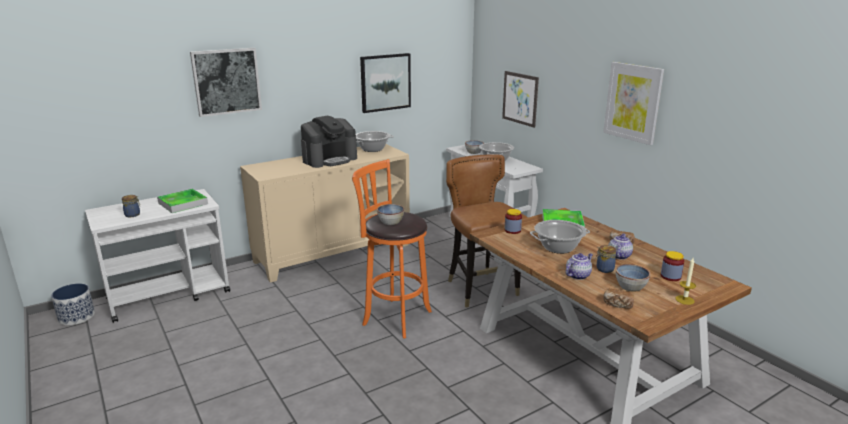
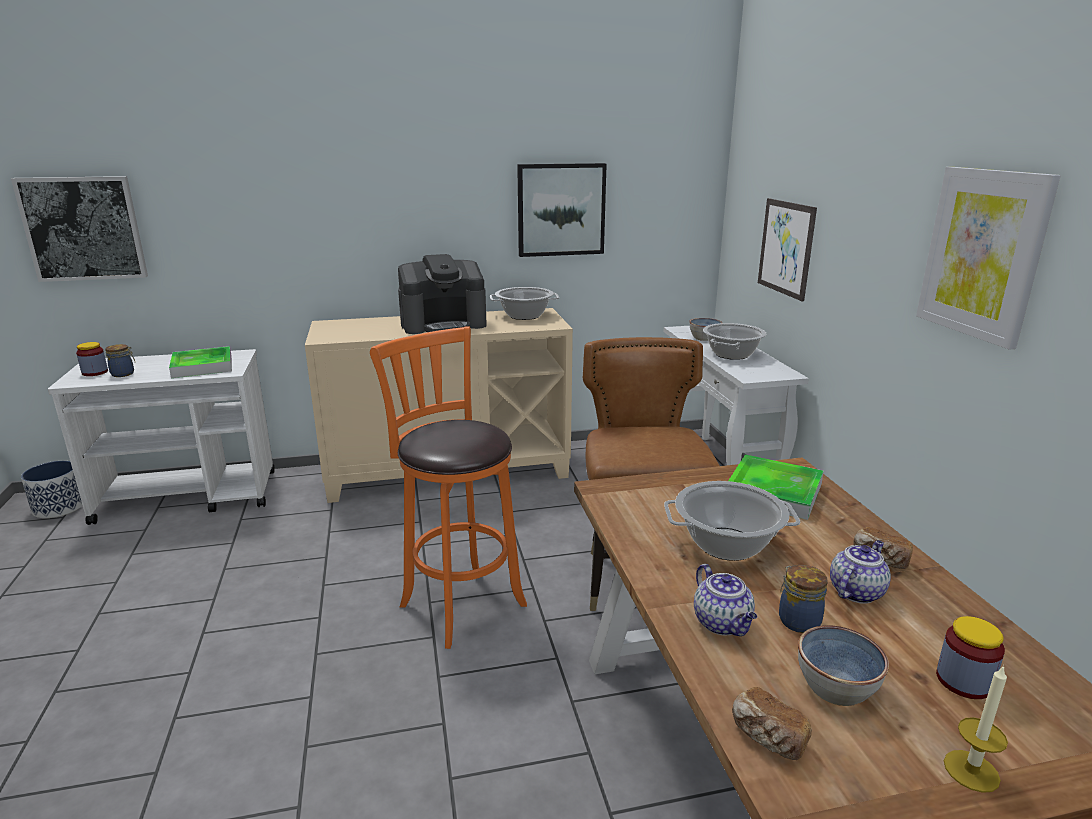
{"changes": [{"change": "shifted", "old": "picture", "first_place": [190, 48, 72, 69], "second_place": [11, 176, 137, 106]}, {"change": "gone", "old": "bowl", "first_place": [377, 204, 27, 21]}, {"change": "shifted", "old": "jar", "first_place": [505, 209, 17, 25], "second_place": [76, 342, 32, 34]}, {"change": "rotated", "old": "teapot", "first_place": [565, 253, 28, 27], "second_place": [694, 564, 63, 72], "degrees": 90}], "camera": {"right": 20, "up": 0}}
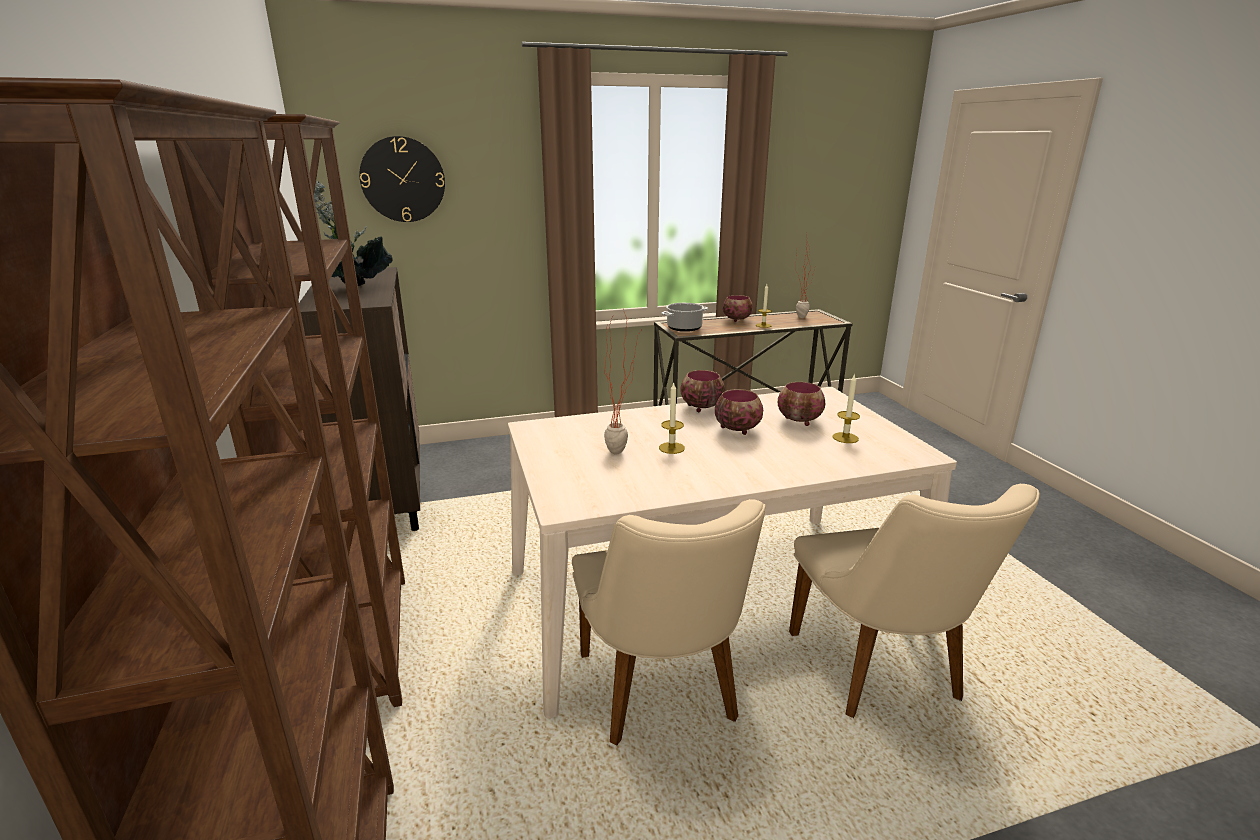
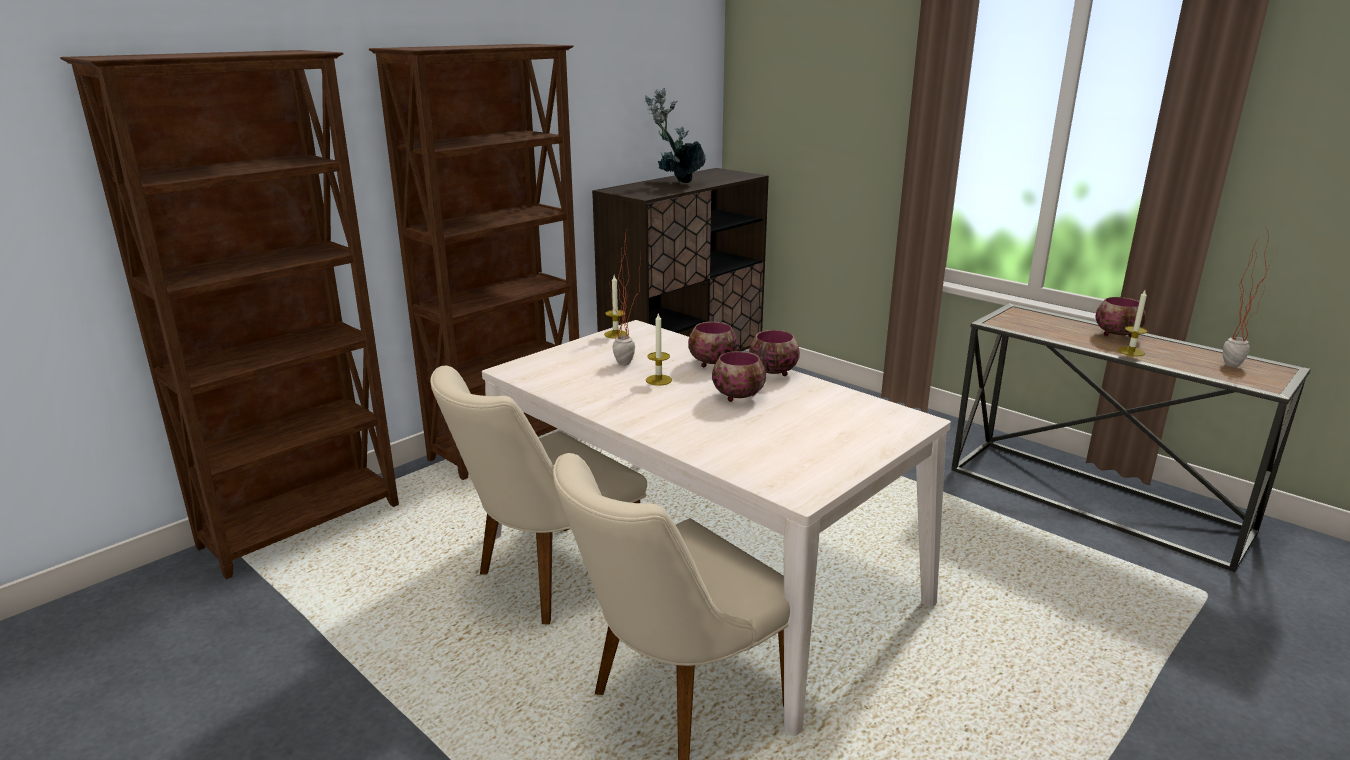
{"changes": [{"change": "gone", "old": "wall clock", "first_place": [360, 136, 85, 86]}, {"change": "gone", "old": "cooking pot", "first_place": [661, 303, 47, 29]}, {"change": "shifted", "old": "bowl", "first_place": [778, 382, 48, 44], "second_place": [688, 322, 50, 45]}, {"change": "shifted", "old": "candle", "first_place": [833, 373, 27, 70], "second_place": [604, 275, 22, 64]}], "camera": {"right": 60, "up": 0}}
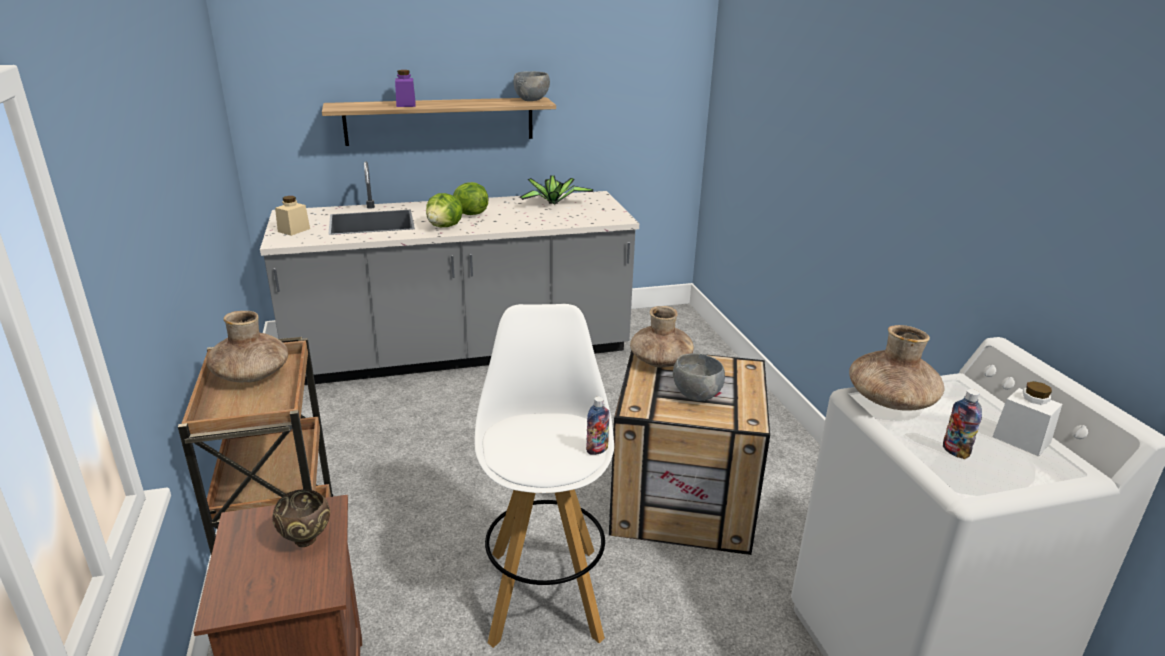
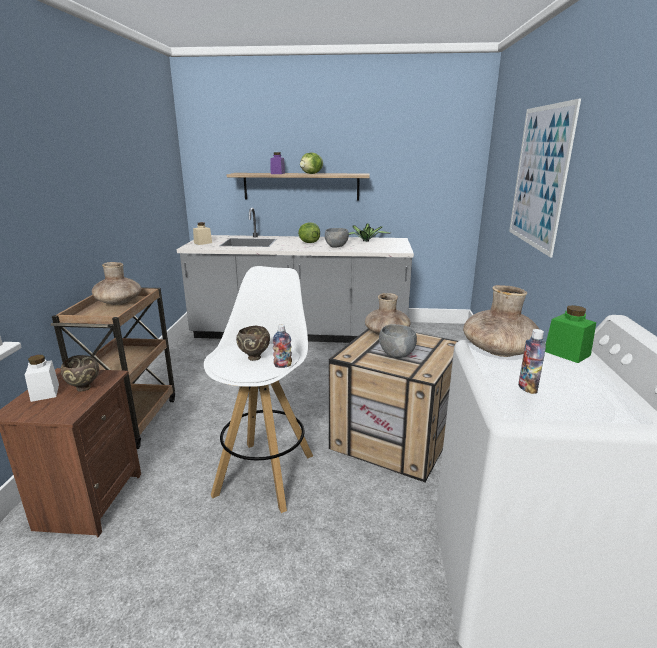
{"changes": [{"change": "shifted", "old": "lettuce", "first_place": [426, 193, 37, 34], "second_place": [300, 152, 23, 22]}, {"change": "shifted", "old": "grey bowl", "first_place": [513, 71, 37, 30], "second_place": [325, 228, 24, 20]}, {"change": "shifted", "old": "white jar", "first_place": [993, 381, 69, 75], "second_place": [25, 355, 34, 47]}, {"change": "new", "new": "brown bowl", "second_place": [236, 326, 34, 35]}, {"change": "new", "new": "picture", "second_place": [509, 99, 72, 158]}, {"change": "new", "new": "green jar", "second_place": [545, 305, 51, 58]}], "camera": {"right": 20, "up": -5}}
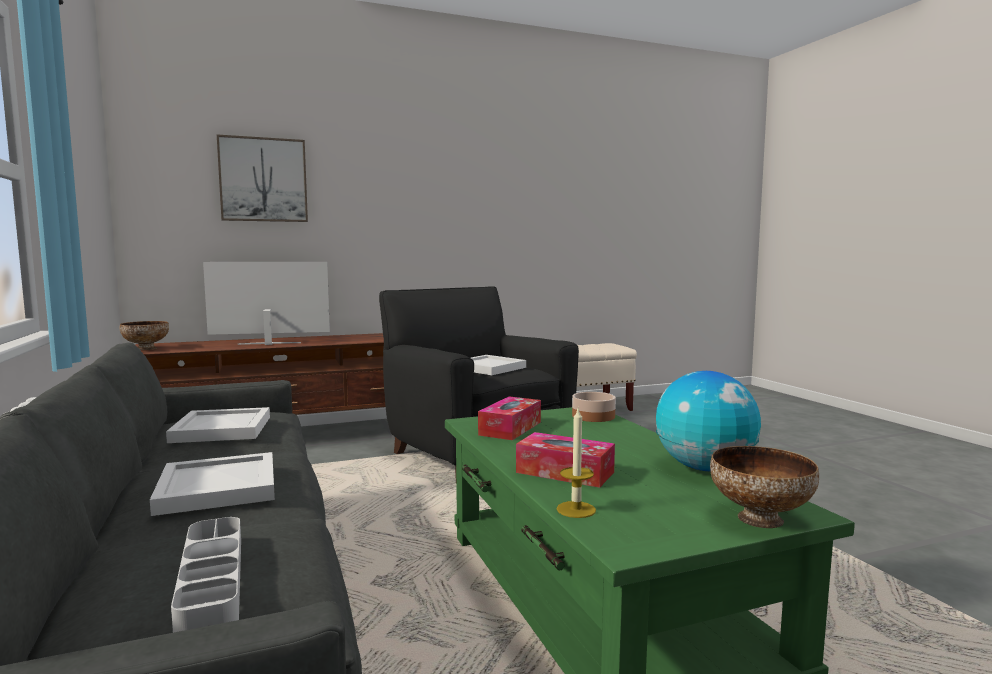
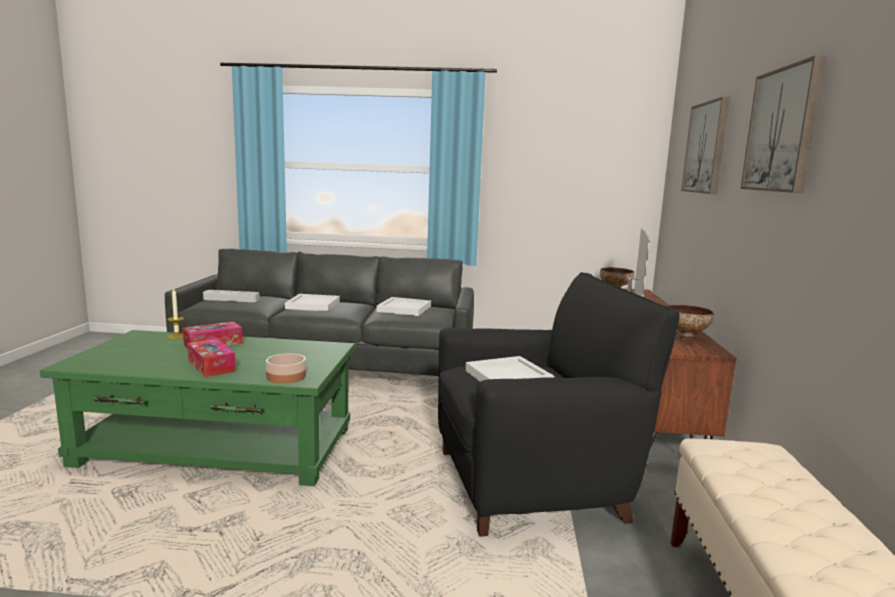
{"changes": [{"change": "shifted", "old": "tissue box", "first_place": [478, 396, 63, 44], "second_place": [187, 339, 49, 38]}, {"change": "gone", "old": "globe", "first_place": [656, 371, 105, 100]}, {"change": "shifted", "old": "bowl", "first_place": [710, 446, 109, 82], "second_place": [667, 305, 47, 34]}, {"change": "new", "new": "picture", "second_place": [740, 55, 86, 138]}], "camera": {"right": 115, "up": 5}}
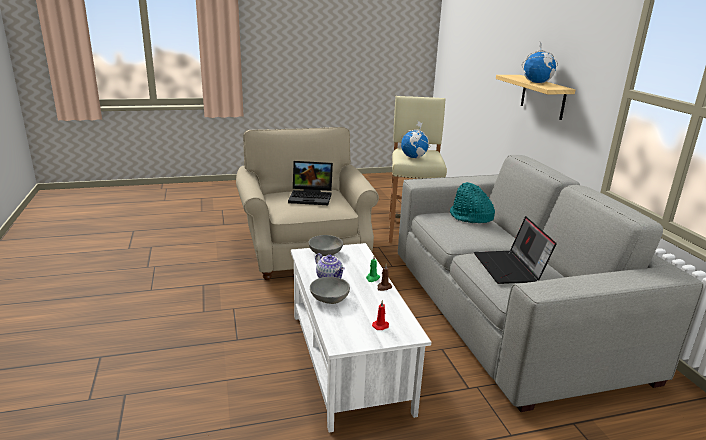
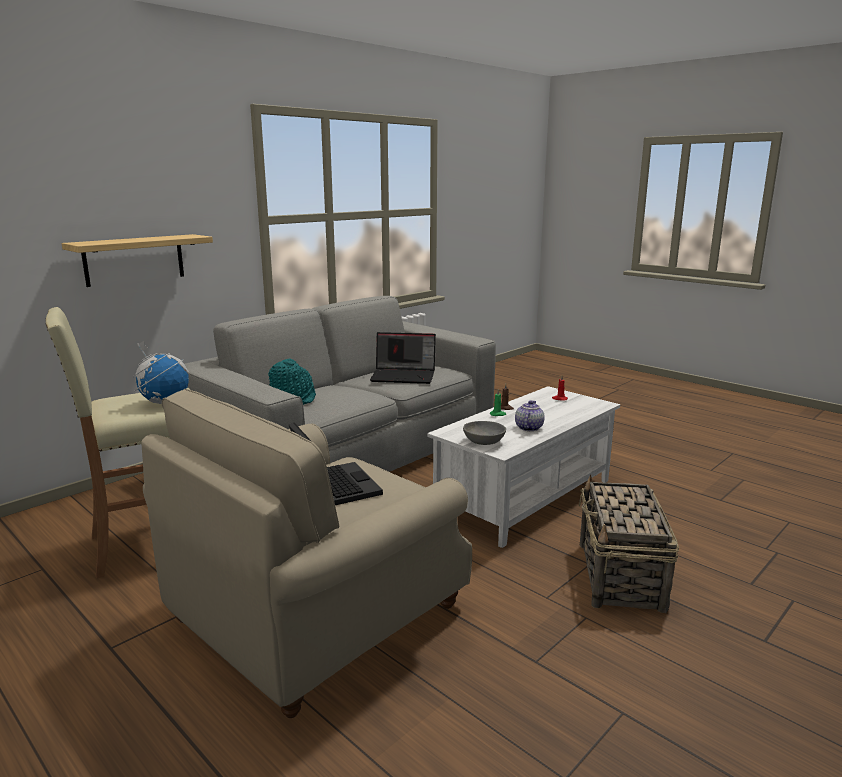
{"changes": [{"change": "gone", "old": "grey bowl", "first_place": [310, 276, 40, 28]}, {"change": "rotated", "old": "laptop", "first_place": [474, 216, 83, 68], "second_place": [370, 332, 66, 52], "degrees": 45}, {"change": "gone", "old": "globe", "first_place": [522, 42, 36, 41]}, {"change": "new", "new": "basket", "second_place": [579, 475, 100, 138]}], "camera": {"right": -120, "up": -5}}
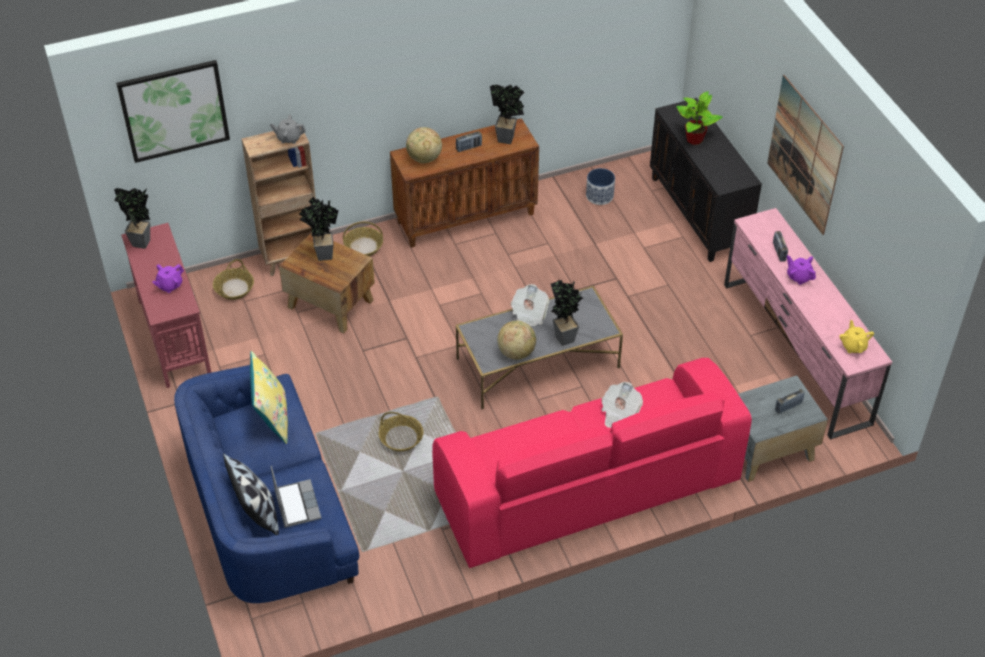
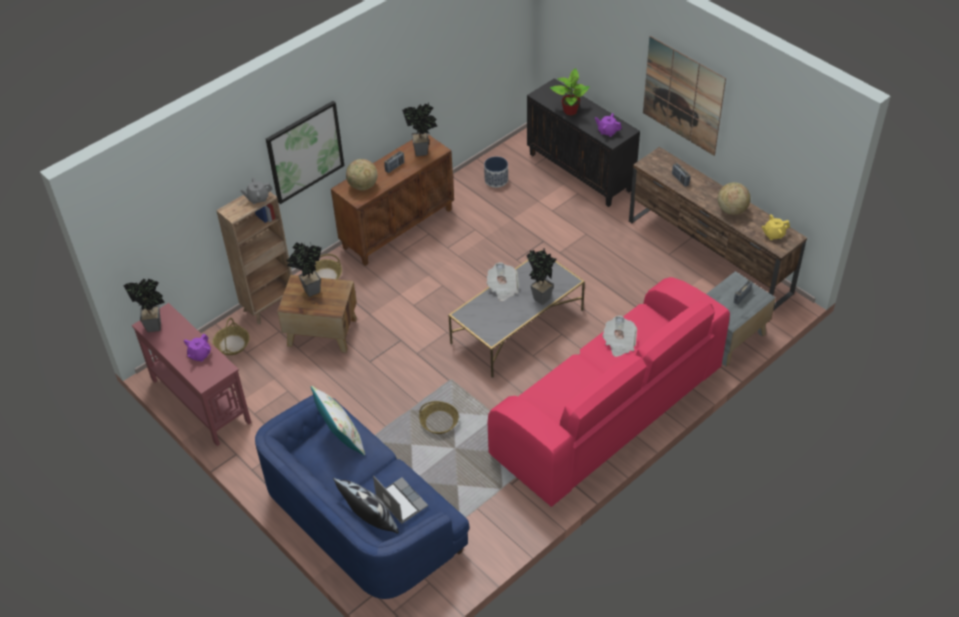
{"changes": [{"change": "shifted", "old": "picture", "first_place": [116, 60, 114, 103], "second_place": [266, 101, 78, 103]}, {"change": "repainted", "old": "yellow pillow", "new": "white pillow", "first_place": [250, 351, 38, 93], "second_place": [311, 386, 54, 70]}, {"change": "shifted", "old": "globe", "first_place": [497, 321, 39, 39], "second_place": [718, 182, 33, 33]}, {"change": "repainted", "old": "pink tv stand", "new": "brown tv stand", "first_place": [724, 208, 168, 232], "second_place": [629, 147, 178, 164]}, {"change": "shifted", "old": "purple teapot", "first_place": [787, 255, 29, 30], "second_place": [595, 113, 27, 24]}, {"change": "rotated", "old": "yellow teapot", "first_place": [839, 320, 35, 33], "second_place": [761, 214, 29, 26], "degrees": -75}], "camera": {"right": -20, "up": 0}}
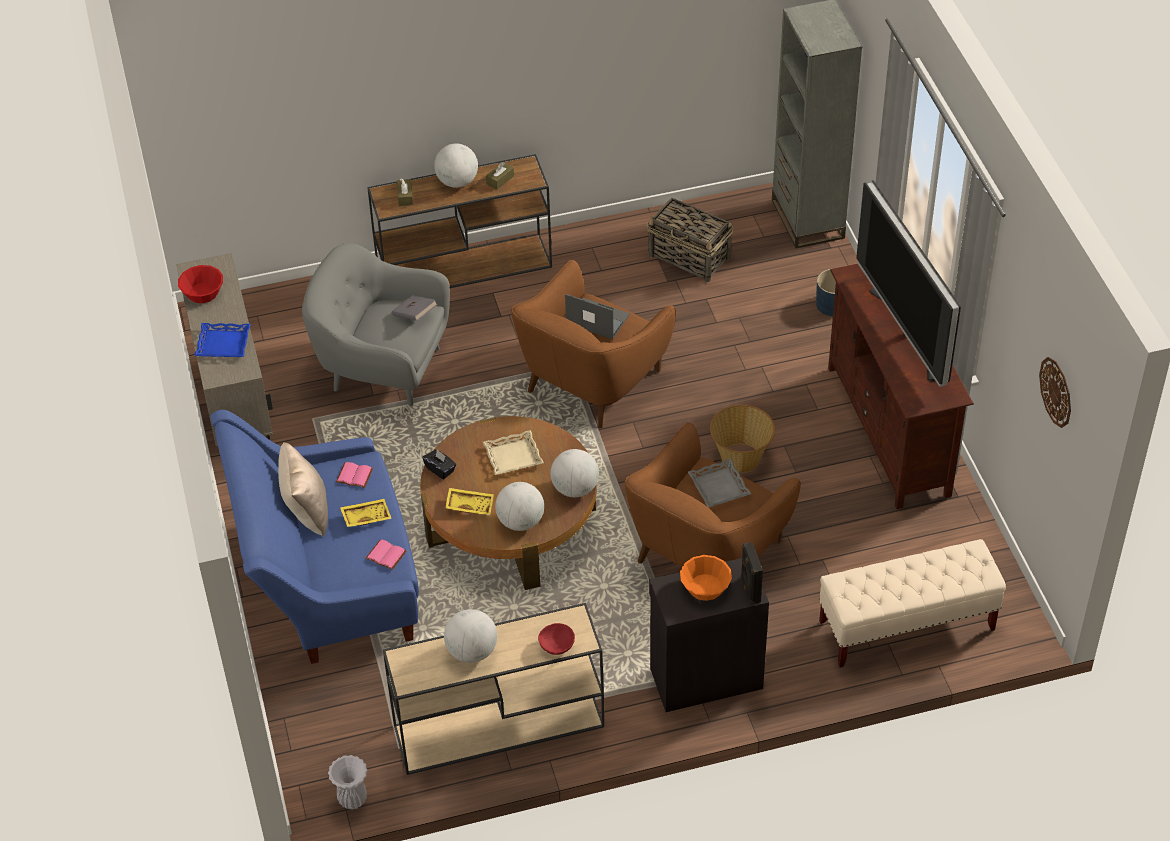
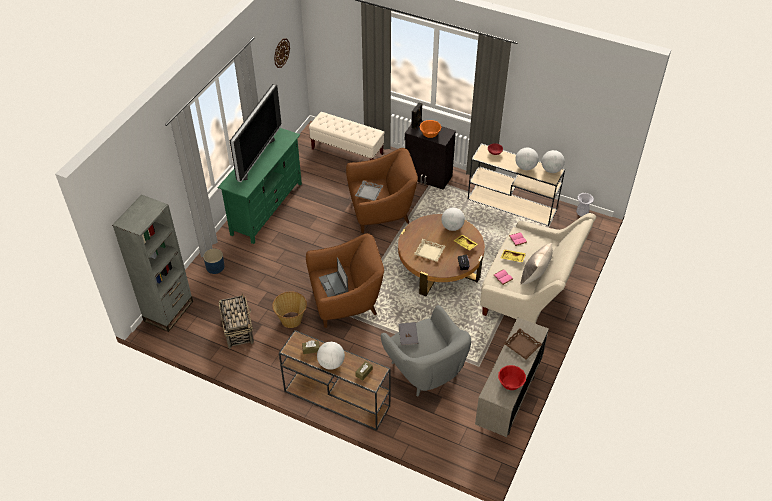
{"changes": [{"change": "repainted", "old": "blue tray", "new": "brown tray", "first_place": [194, 323, 57, 34], "second_place": [503, 328, 39, 32]}, {"change": "repainted", "old": "blue sofa", "new": "beige sofa", "first_place": [210, 410, 209, 254], "second_place": [480, 213, 116, 111]}, {"change": "shifted", "old": "globe", "first_place": [551, 449, 48, 48], "second_place": [542, 150, 23, 23]}, {"change": "shifted", "old": "basket", "first_place": [710, 405, 65, 68], "second_place": [272, 291, 35, 37]}, {"change": "repainted", "old": "brown tv stand", "new": "green tv stand", "first_place": [828, 264, 146, 245], "second_place": [217, 128, 85, 116]}], "camera": {"right": -140, "up": 0}}
